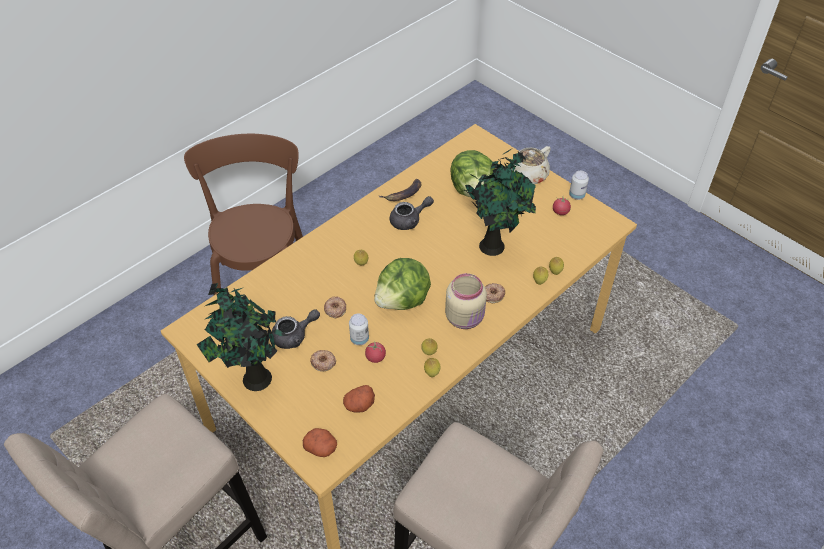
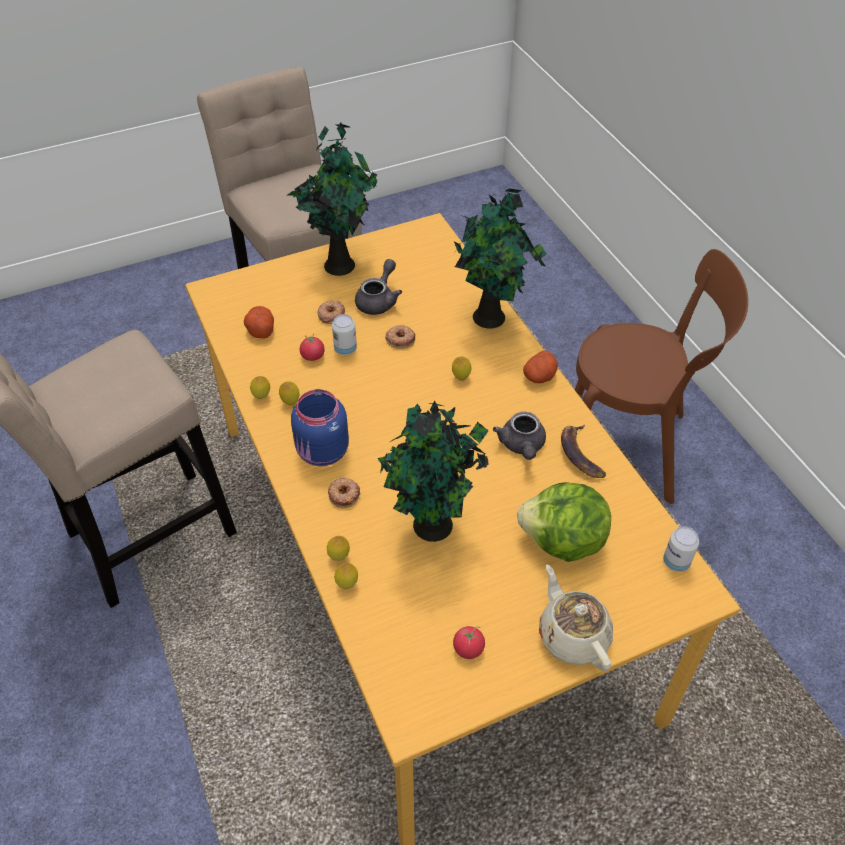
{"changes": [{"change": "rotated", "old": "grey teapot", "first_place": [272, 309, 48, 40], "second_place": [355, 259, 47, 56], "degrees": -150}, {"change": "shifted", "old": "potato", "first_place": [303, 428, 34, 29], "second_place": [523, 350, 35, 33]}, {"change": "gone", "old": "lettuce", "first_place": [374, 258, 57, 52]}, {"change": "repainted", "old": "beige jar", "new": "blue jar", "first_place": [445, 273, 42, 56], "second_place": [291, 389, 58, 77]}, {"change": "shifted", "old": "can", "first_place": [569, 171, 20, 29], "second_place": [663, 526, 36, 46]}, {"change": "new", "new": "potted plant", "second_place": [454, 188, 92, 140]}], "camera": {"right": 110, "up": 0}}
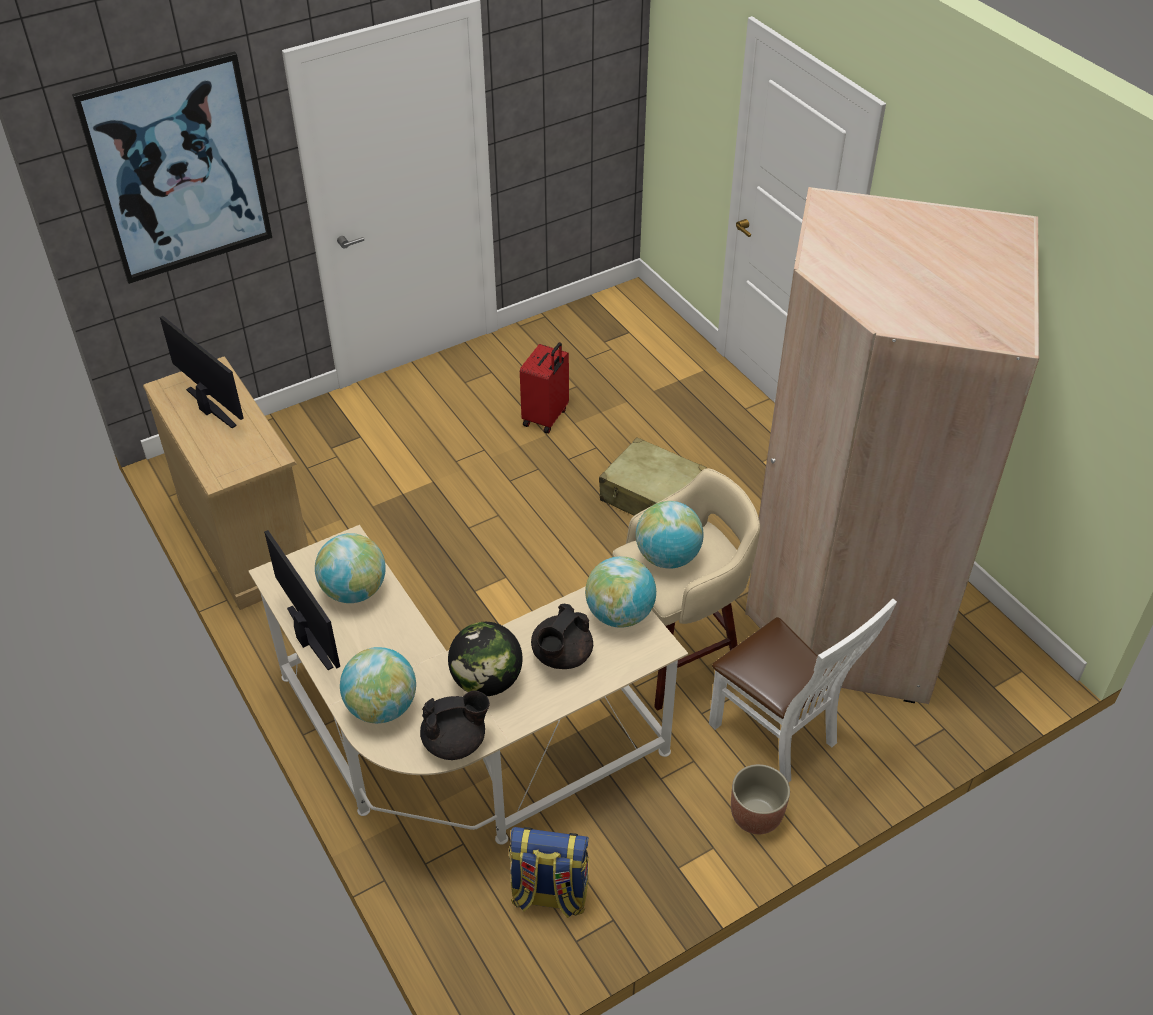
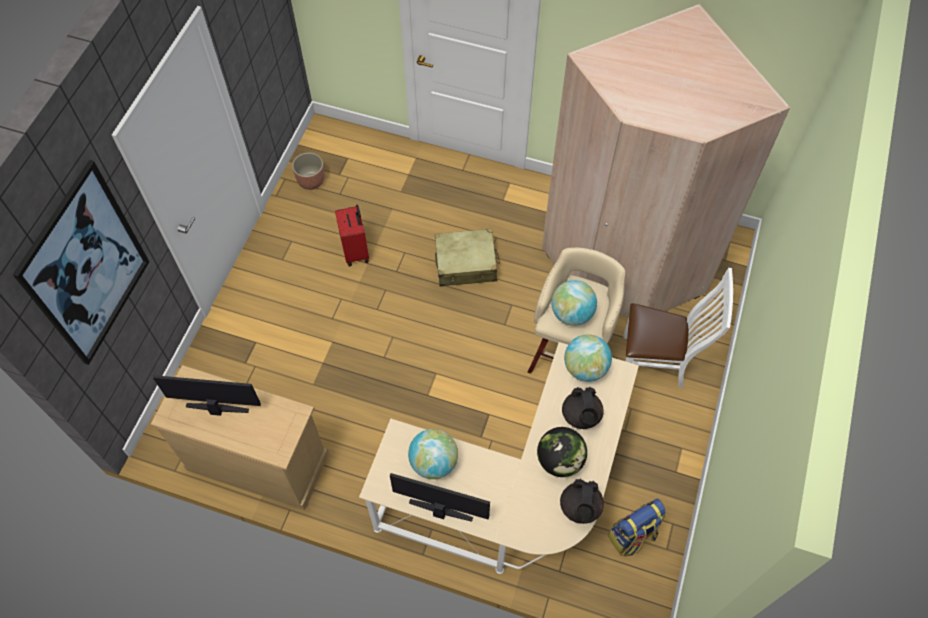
{"changes": [{"change": "gone", "old": "globe", "first_place": [340, 647, 76, 76]}, {"change": "rotated", "old": "black teapot", "first_place": [420, 691, 70, 69], "second_place": [560, 479, 44, 45], "degrees": 150}, {"change": "shifted", "old": "planter", "first_place": [731, 764, 59, 70], "second_place": [292, 152, 33, 38]}], "camera": {"right": -40, "up": 15}}
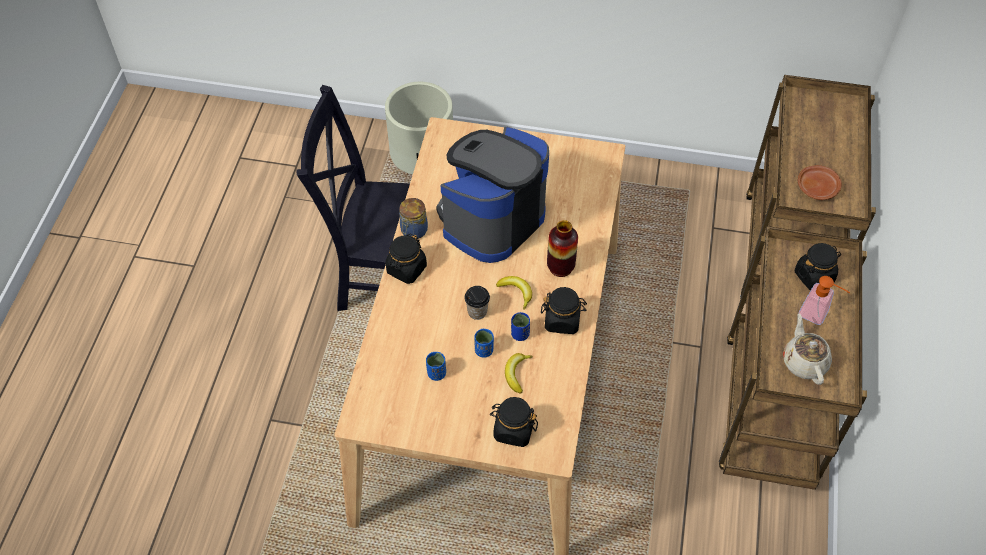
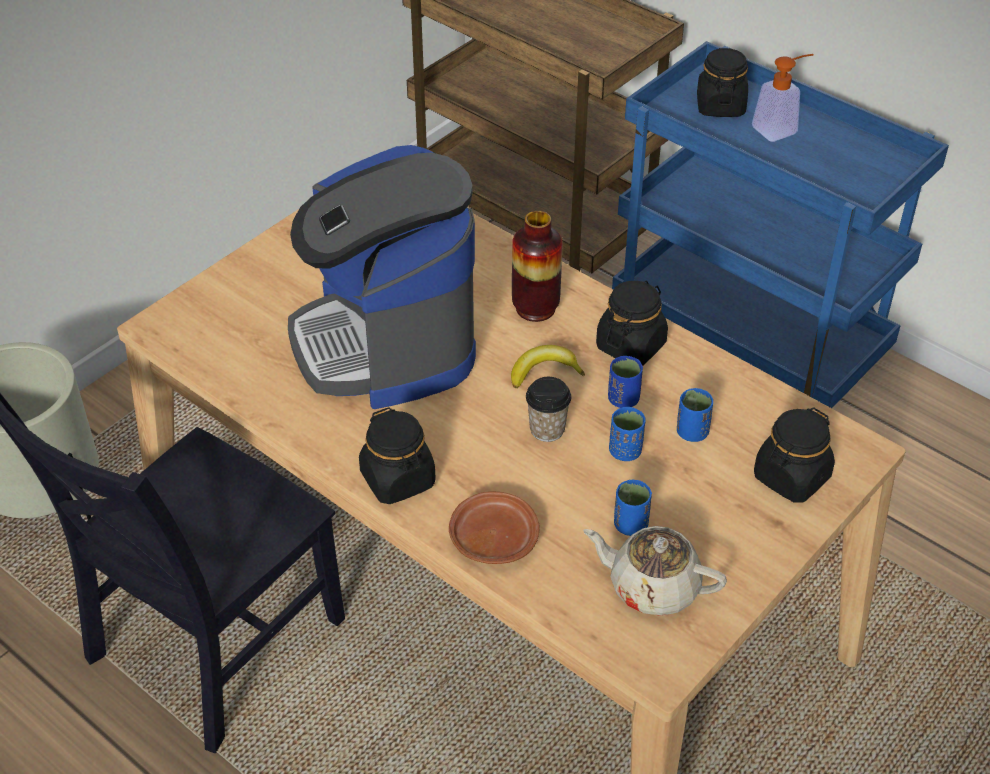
{"changes": [{"change": "gone", "old": "jar", "first_place": [399, 198, 29, 41]}, {"change": "swapped", "old": "banana", "new": "blue cup", "first_place": [505, 353, 28, 41], "second_place": [677, 388, 36, 54]}, {"change": "repainted", "old": "brown cart", "new": "blue cart", "first_place": [719, 226, 148, 264], "second_place": [612, 41, 337, 367]}, {"change": "shifted", "old": "beige teapot", "first_place": [783, 313, 49, 72], "second_place": [583, 526, 144, 90]}, {"change": "shifted", "old": "brown plate", "first_place": [798, 165, 44, 35], "second_place": [449, 491, 90, 73]}], "camera": {"right": -60, "up": -10}}
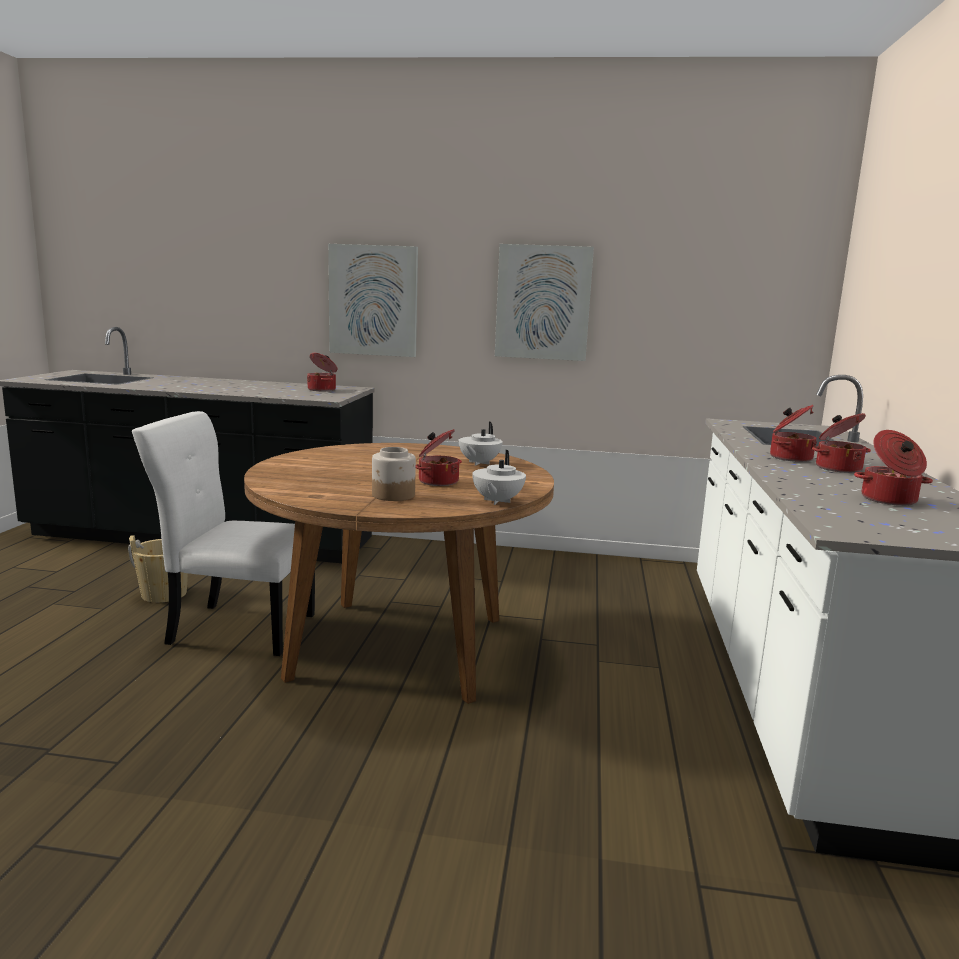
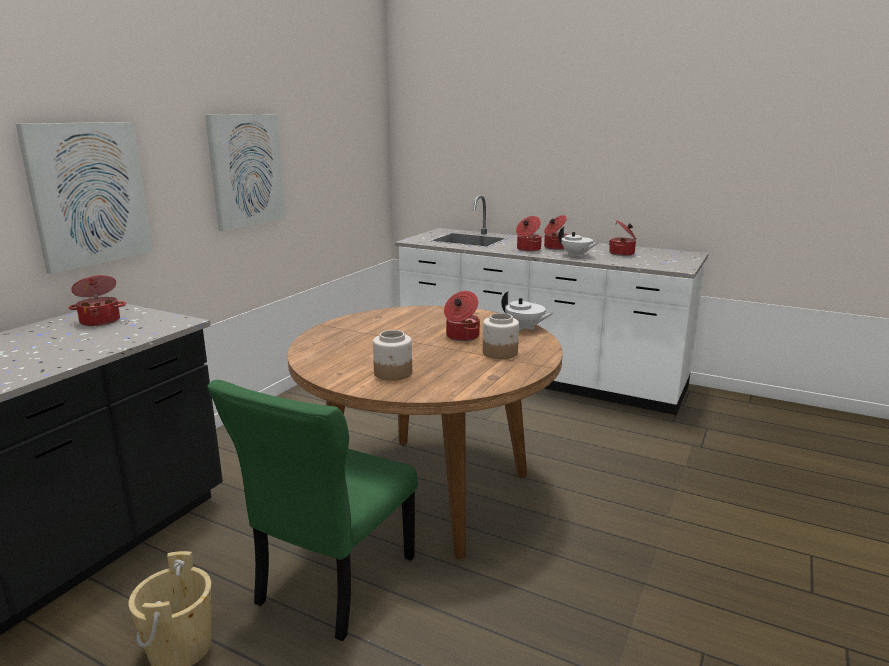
{"changes": [{"change": "repainted", "old": "white chair", "new": "green chair", "first_place": [132, 411, 183, 245], "second_place": [207, 380, 211, 261]}, {"change": "shifted", "old": "white teapot", "first_place": [459, 422, 44, 44], "second_place": [559, 227, 40, 30]}, {"change": "new", "new": "jar", "second_place": [373, 330, 39, 51]}], "camera": {"right": -70, "up": 5}}
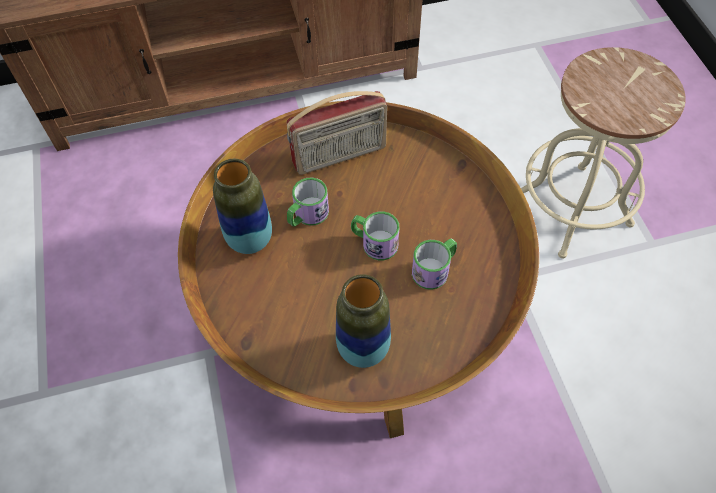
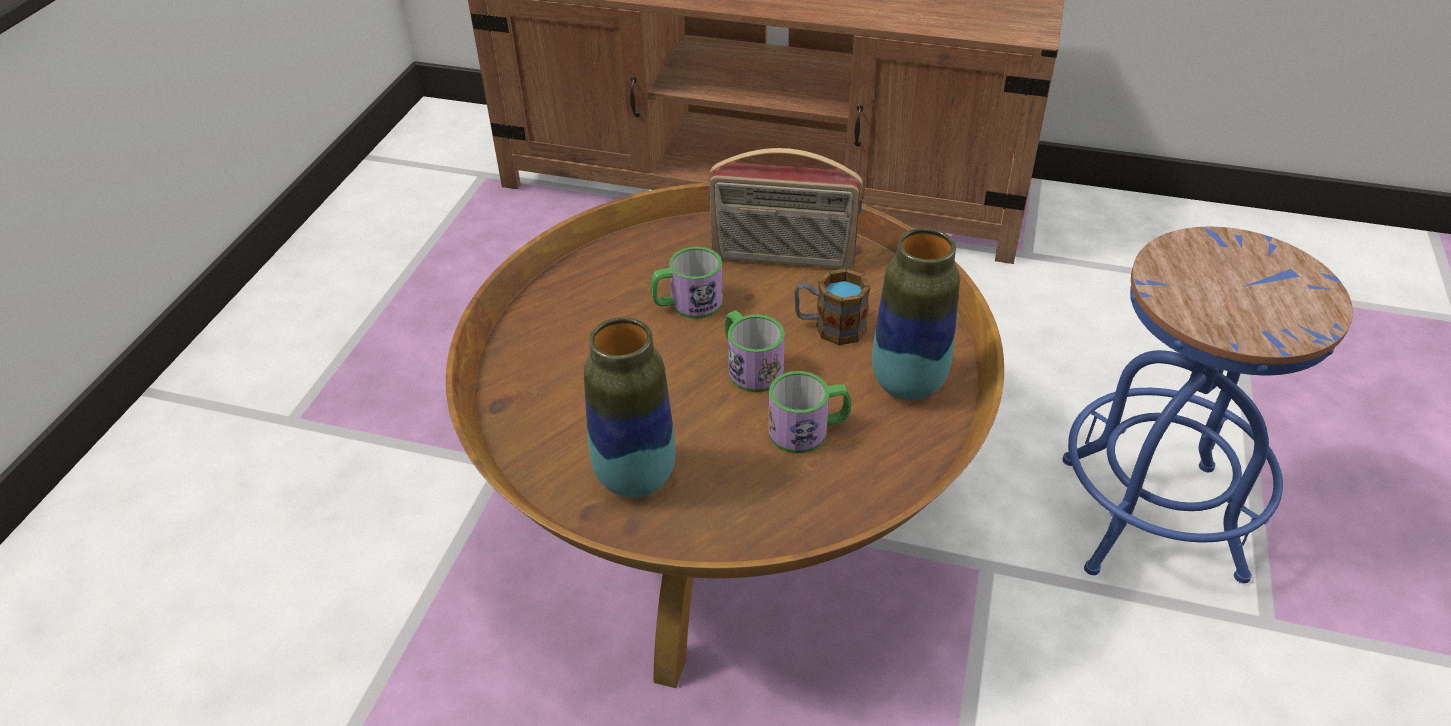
{"changes": [{"change": "shifted", "old": "vase", "first_place": [213, 159, 59, 95], "second_place": [872, 228, 88, 173]}, {"change": "repainted", "old": "beige stool", "new": "blue stool", "first_place": [521, 47, 165, 211], "second_place": [1062, 227, 291, 357]}, {"change": "new", "new": "mug", "second_place": [794, 268, 77, 77]}], "camera": {"right": 30, "up": -15}}
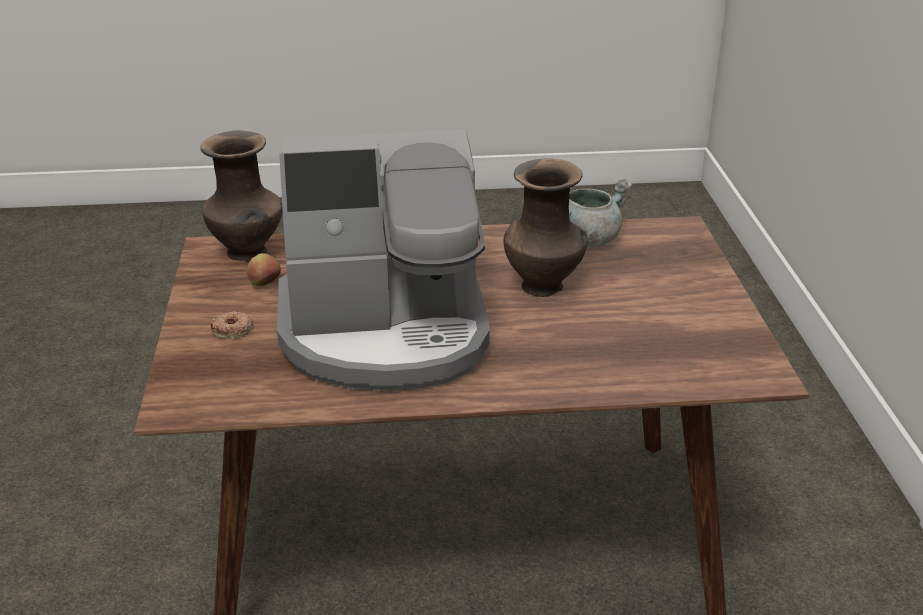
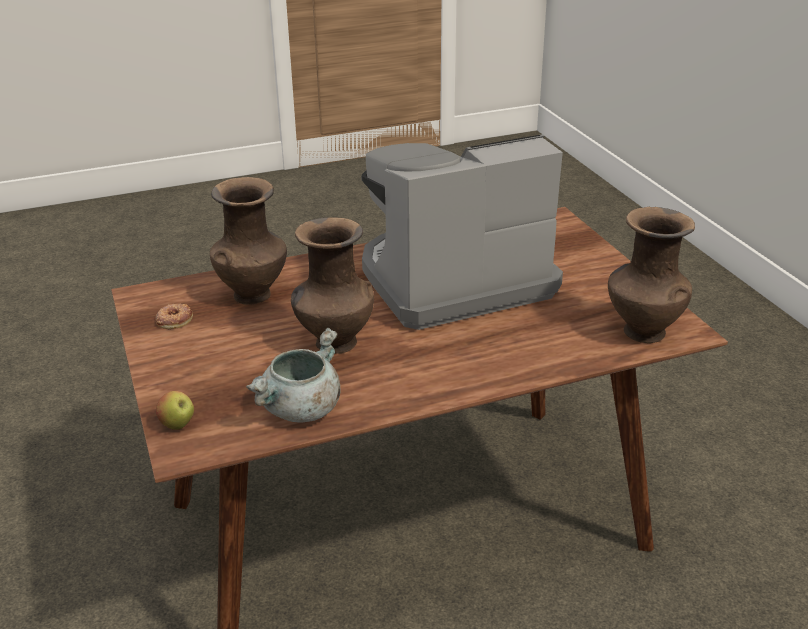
{"changes": [{"change": "shifted", "old": "donut", "first_place": [211, 311, 43, 28], "second_place": [155, 304, 38, 25]}, {"change": "shifted", "old": "apple", "first_place": [247, 253, 34, 33], "second_place": [156, 391, 38, 39]}, {"change": "new", "new": "brown vase", "second_place": [210, 177, 77, 128]}], "camera": {"right": 165, "up": 0}}
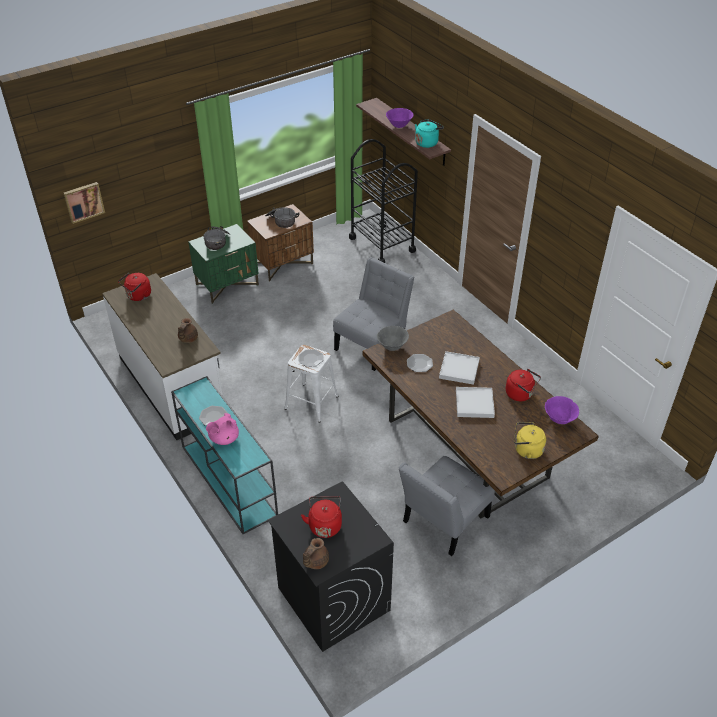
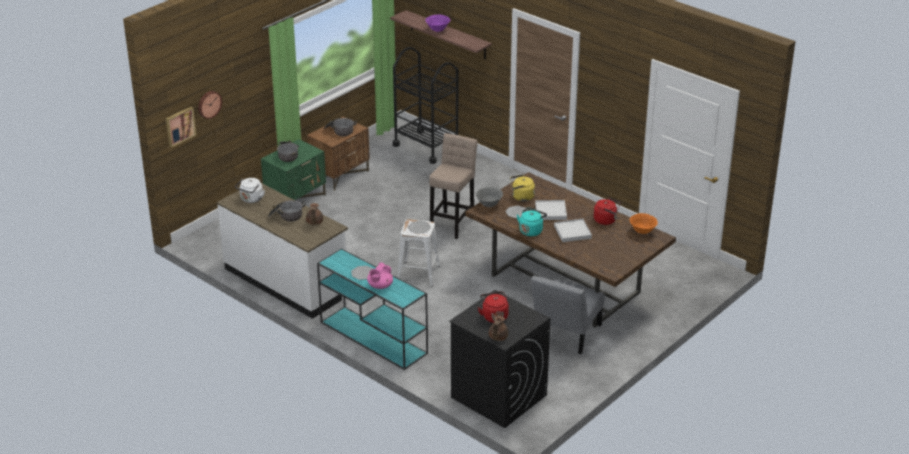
{"changes": [{"change": "repainted", "old": "red kettle", "new": "white kettle", "first_place": [118, 273, 33, 28], "second_place": [235, 178, 30, 25]}, {"change": "swapped", "old": "grey chair", "new": "beige stool", "first_place": [333, 257, 81, 114], "second_place": [429, 133, 49, 106]}, {"change": "shifted", "old": "turquoise kettle", "first_place": [415, 119, 29, 29], "second_place": [517, 208, 30, 28]}, {"change": "shifted", "old": "yellow kettle", "first_place": [514, 422, 32, 37], "second_place": [510, 175, 25, 26]}, {"change": "repainted", "old": "purple bowl", "new": "orange bowl", "first_place": [545, 396, 34, 28], "second_place": [630, 213, 28, 21]}, {"change": "new", "new": "wall clock", "second_place": [198, 91, 24, 28]}, {"change": "new", "new": "cooking pot", "second_place": [268, 200, 38, 22]}], "camera": {"right": -15, "up": -10}}
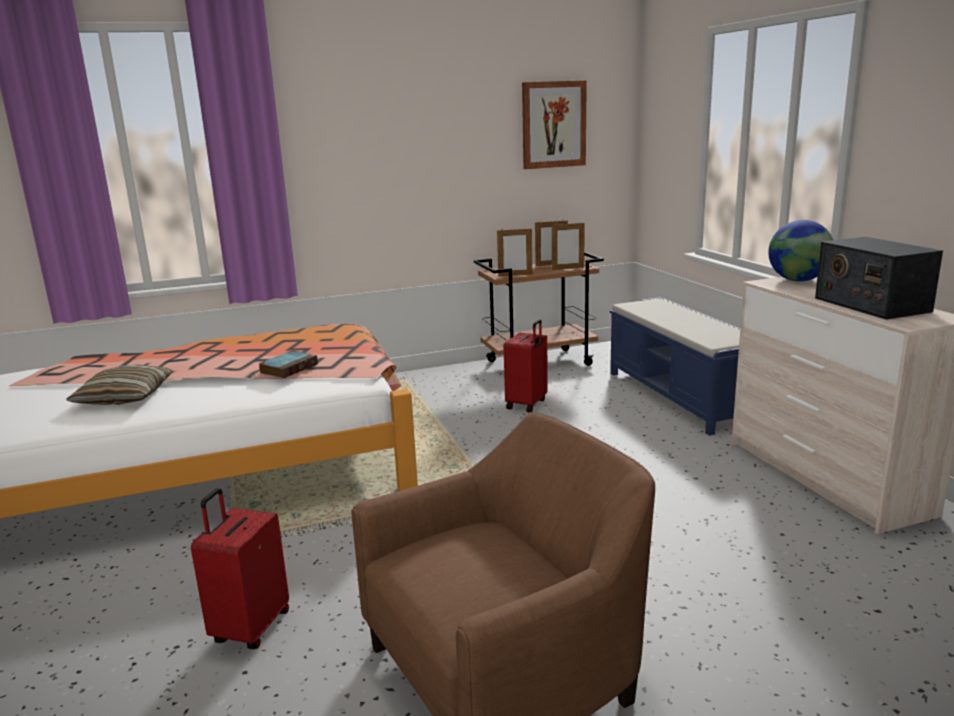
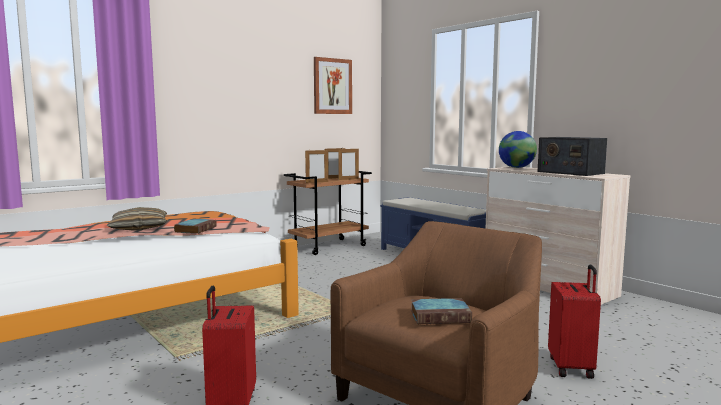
{"changes": [{"change": "shifted", "old": "pillow", "first_place": [66, 365, 106, 40], "second_place": [107, 207, 60, 24]}, {"change": "shifted", "old": "red suitcase", "first_place": [504, 319, 44, 93], "second_place": [548, 264, 53, 115]}, {"change": "new", "new": "book", "second_place": [411, 298, 61, 26]}], "camera": {"right": -20, "up": -10}}
